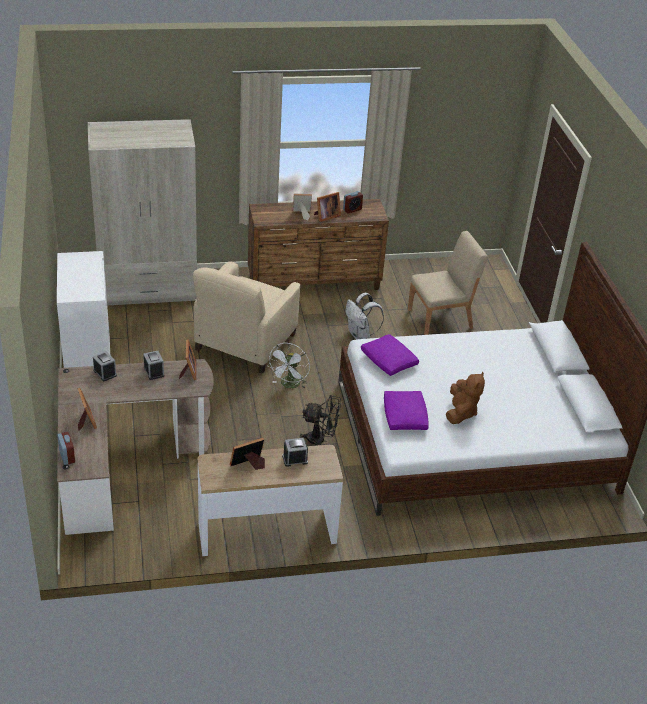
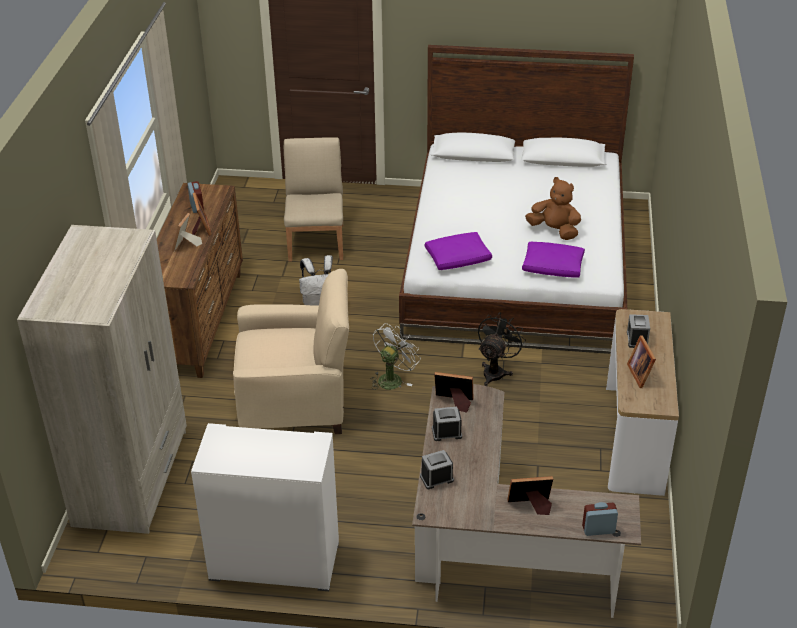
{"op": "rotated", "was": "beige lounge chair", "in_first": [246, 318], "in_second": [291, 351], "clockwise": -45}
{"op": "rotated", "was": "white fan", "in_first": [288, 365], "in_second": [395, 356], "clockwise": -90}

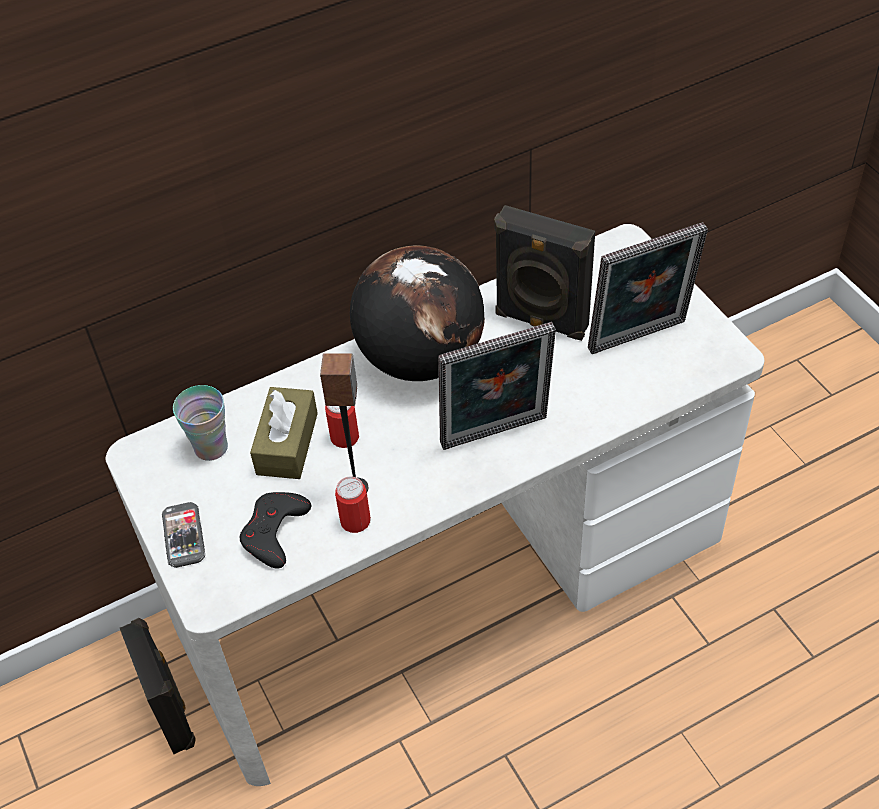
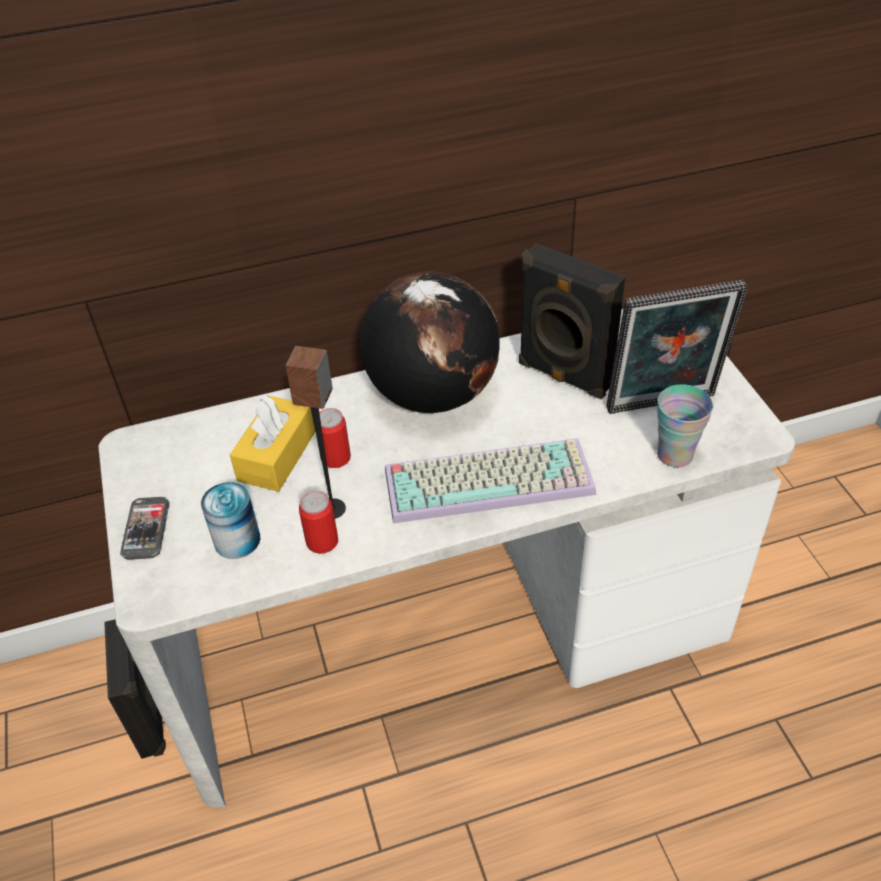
{"op": "shifted", "was": "cup", "in_first": [200, 423], "in_second": [685, 425]}
{"op": "swapped", "was": "black joypad", "now": "sealed can", "in_first": [275, 530], "in_second": [230, 520]}
{"op": "swapped", "was": "standing frame", "now": "PC keyboard", "in_first": [497, 386], "in_second": [490, 481]}
{"op": "repainted", "was": "brown-coloured tissue box", "now": "yellowish tissue box", "in_first": [284, 433], "in_second": [273, 443]}

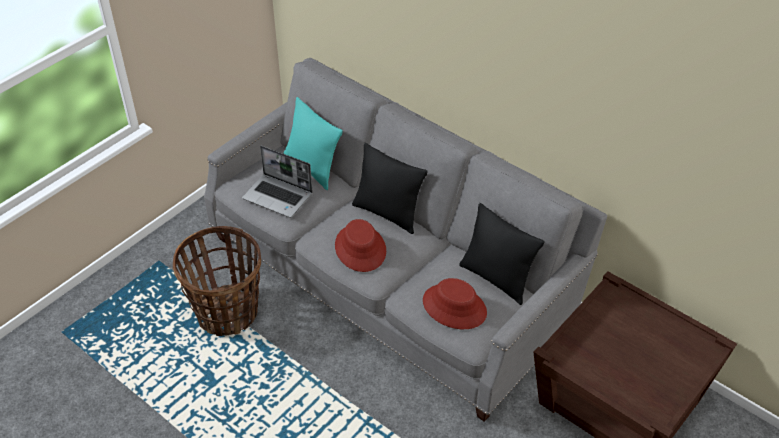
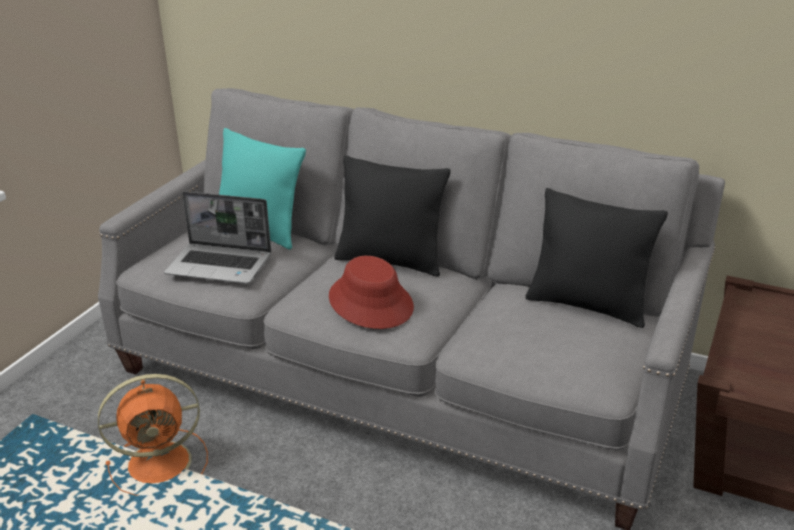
{"op": "gone", "was": "red hat", "in_first": [455, 303]}
{"op": "swapped", "was": "basket", "now": "orange fan", "in_first": [217, 281], "in_second": [153, 435]}

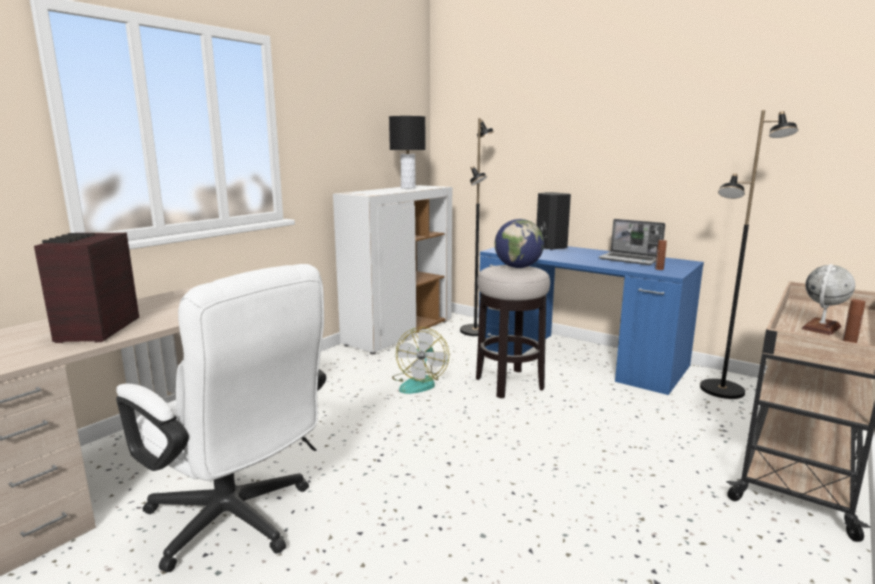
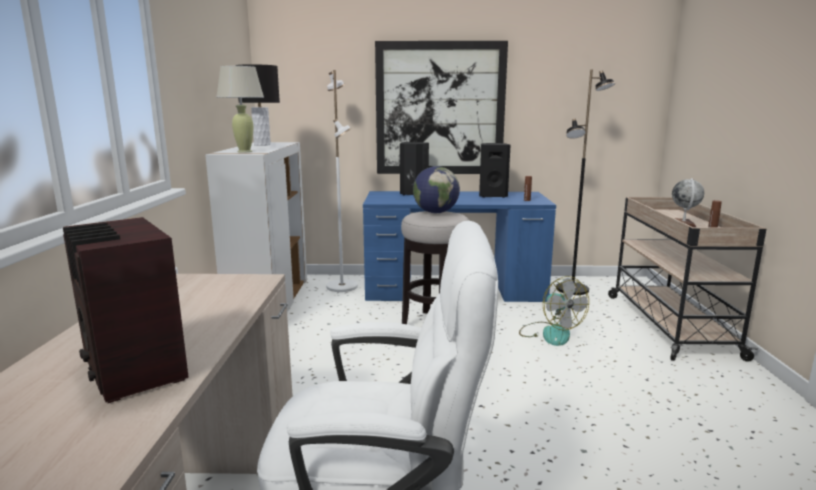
{"op": "new", "now": "beige lamp for a table", "in_second": [240, 109]}
{"op": "new", "now": "picture", "in_second": [441, 107]}
{"op": "shifted", "was": "fan", "in_first": [420, 360], "in_second": [554, 311]}
{"op": "swapped", "was": "laptop", "now": "black audio speaker", "in_first": [631, 242], "in_second": [494, 170]}
{"op": "repainted", "was": "black standard lamp", "now": "white standard lamp", "in_first": [477, 227], "in_second": [342, 181]}

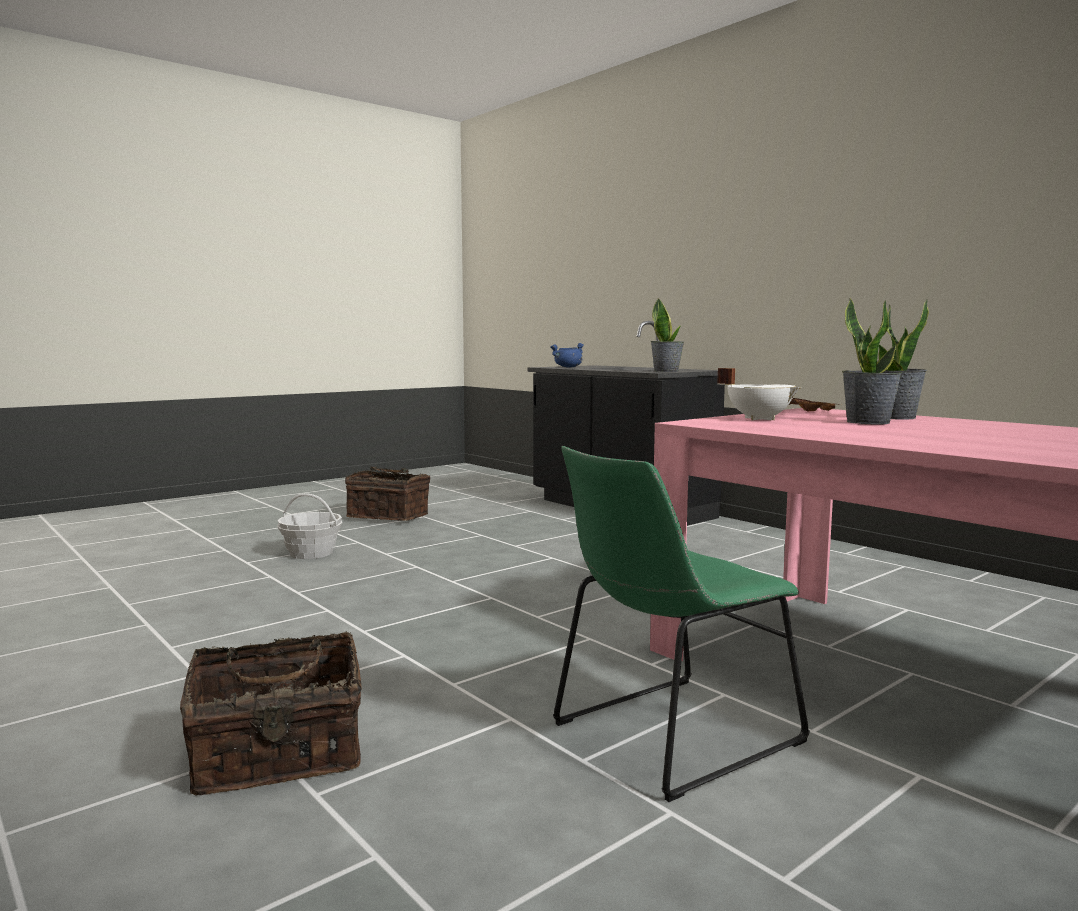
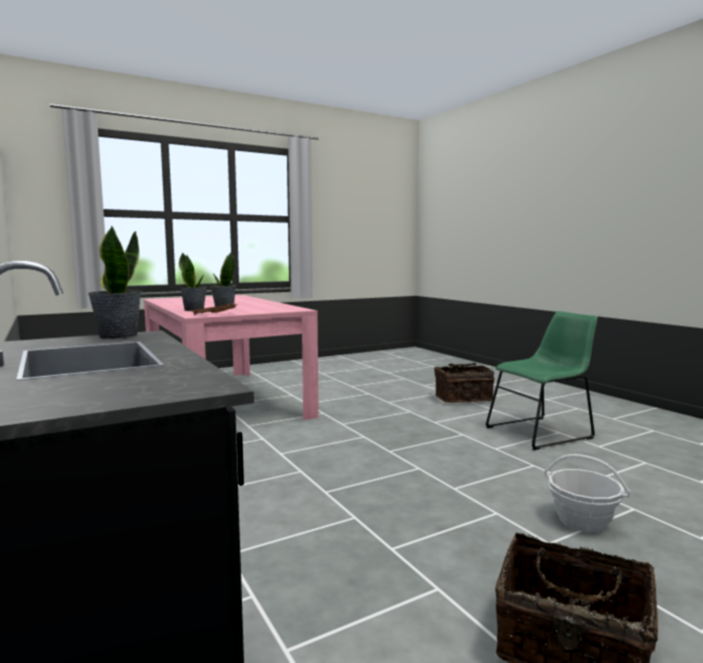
{"op": "gone", "was": "blue-coloured cooking pot", "in_first": [567, 355]}
{"op": "gone", "was": "white cooking pot", "in_first": [759, 394]}
{"op": "shifted", "was": "green-coloured upright chair", "in_first": [681, 624], "in_second": [542, 380]}

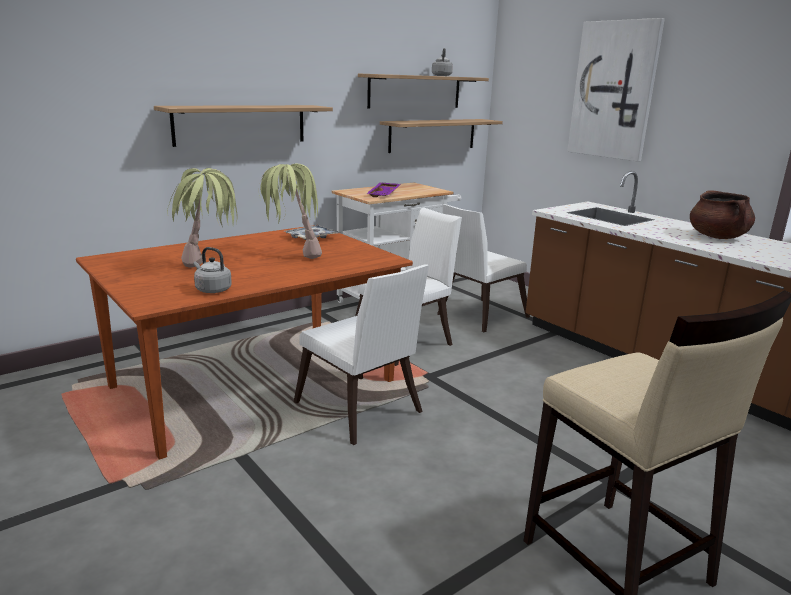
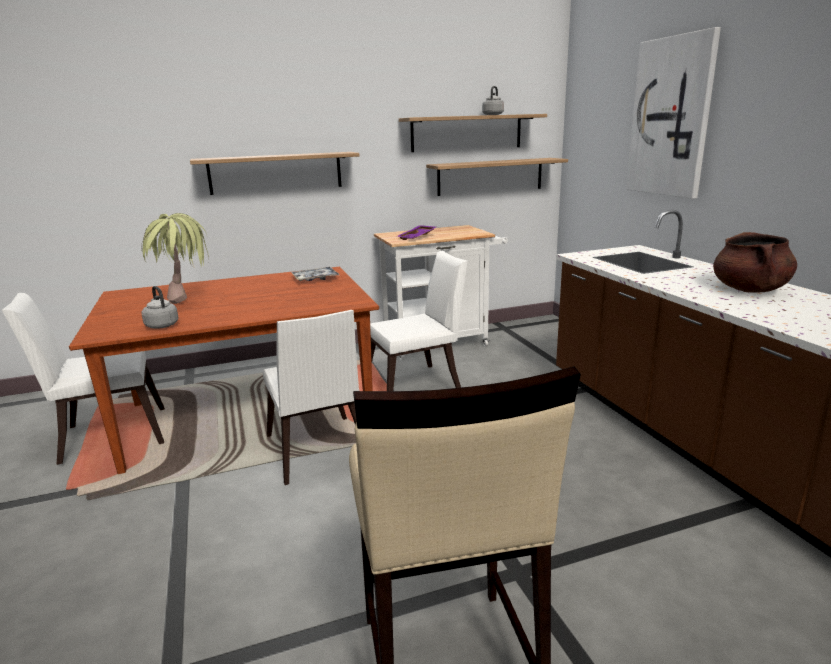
{"op": "gone", "was": "plant in a pot", "in_first": [290, 211]}
{"op": "shifted", "was": "white upright chair", "in_first": [483, 268], "in_second": [83, 379]}

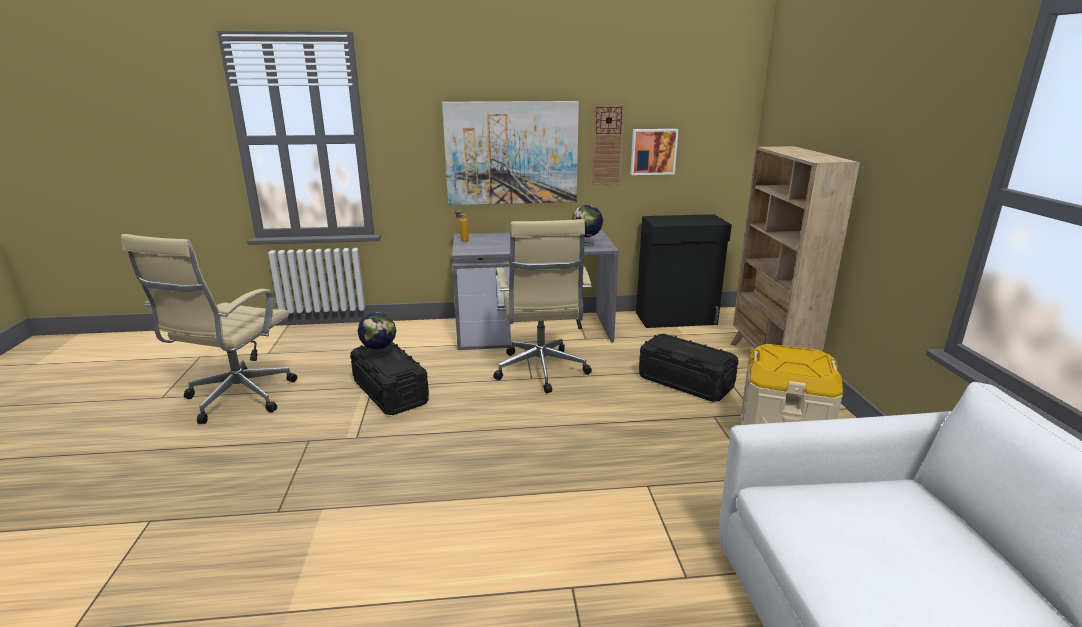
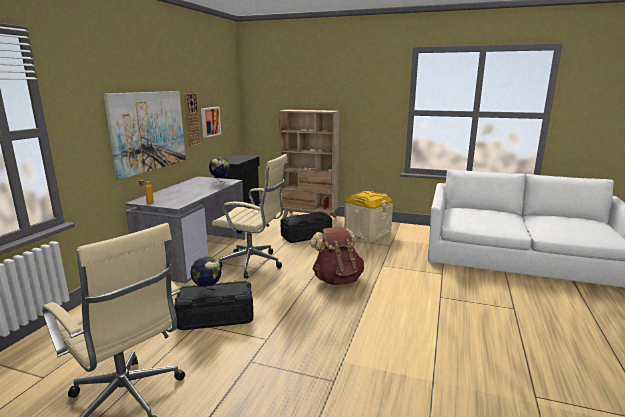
{"op": "new", "now": "brown-coloured backpack", "in_second": [337, 255]}

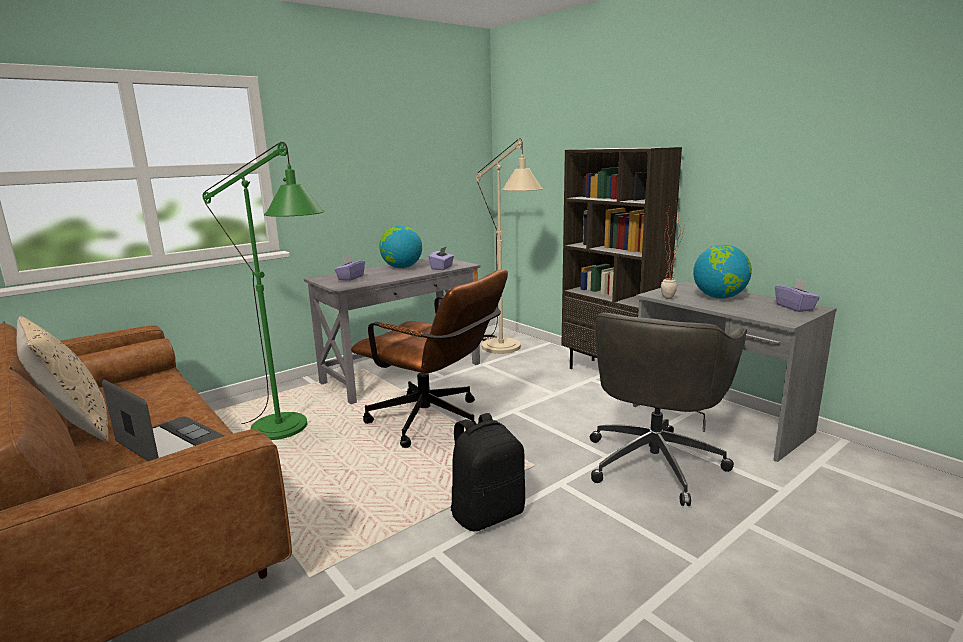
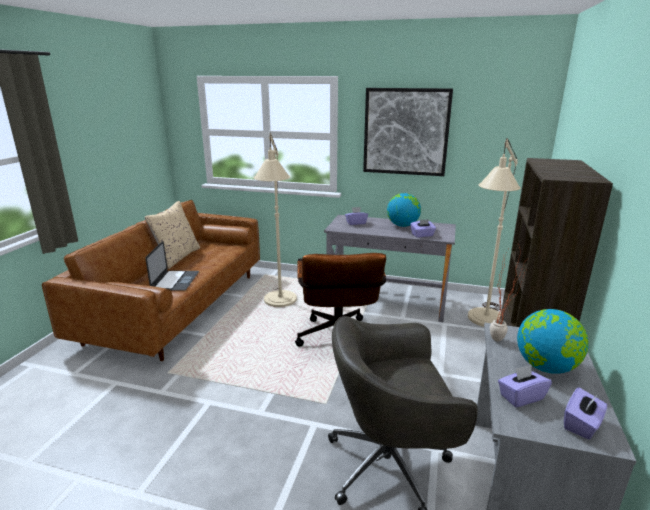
{"op": "gone", "was": "black backpack", "in_first": [488, 472]}
{"op": "new", "now": "picture", "in_second": [408, 132]}
{"op": "new", "now": "purple-coloured tissue box", "in_second": [525, 386]}
{"op": "repainted", "was": "green-coloured standard lamp", "now": "beige standard lamp", "in_first": [264, 291], "in_second": [275, 220]}

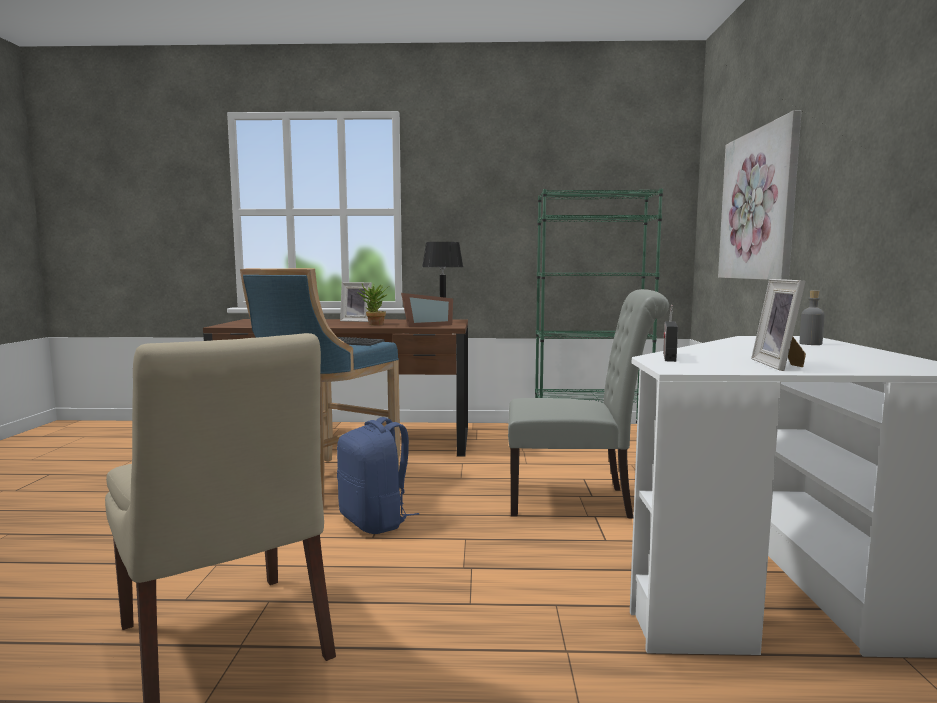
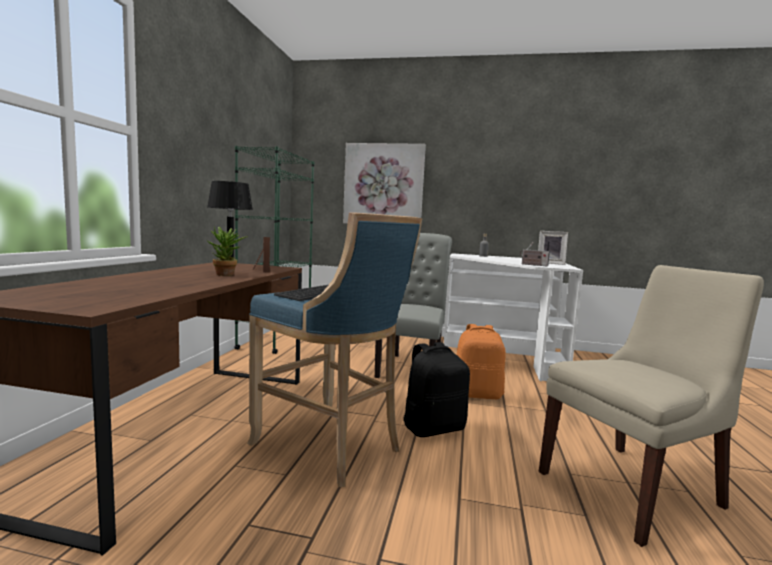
{"op": "gone", "was": "standing frame", "in_first": [356, 302]}
{"op": "new", "now": "orange backpack", "in_second": [481, 361]}
{"op": "repainted", "was": "blue-coloured backpack", "now": "black backpack", "in_first": [378, 475], "in_second": [436, 389]}

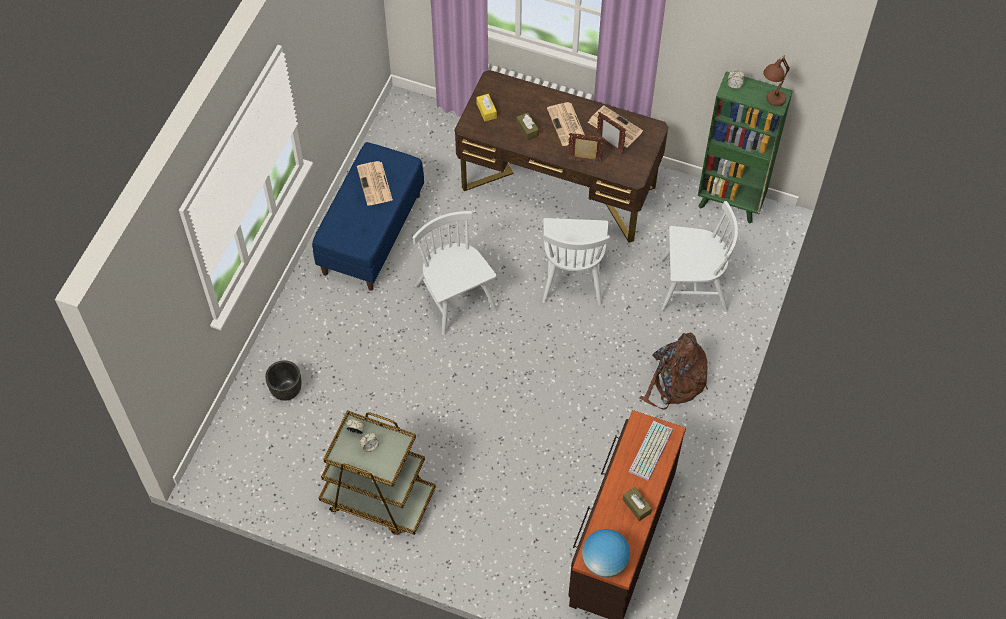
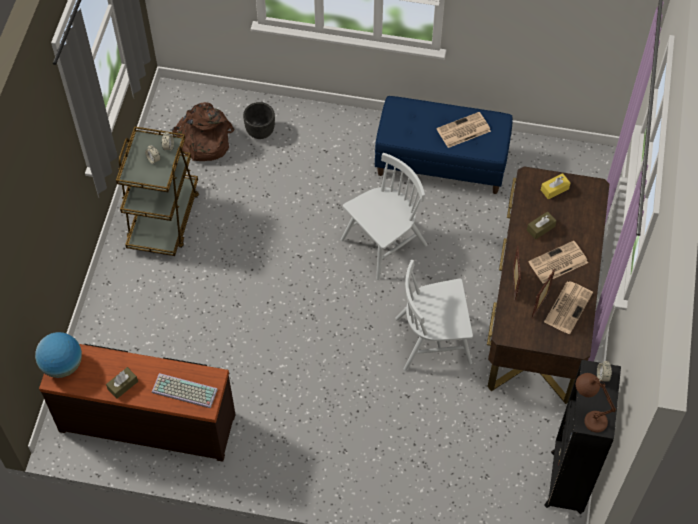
{"op": "gone", "was": "white upright chair", "in_first": [699, 256]}
{"op": "shifted", "was": "brown-coloured backpack", "in_first": [674, 371], "in_second": [203, 131]}
{"op": "repainted", "was": "green-coloured bookshelf", "now": "black bookshelf", "in_first": [745, 147], "in_second": [582, 437]}

